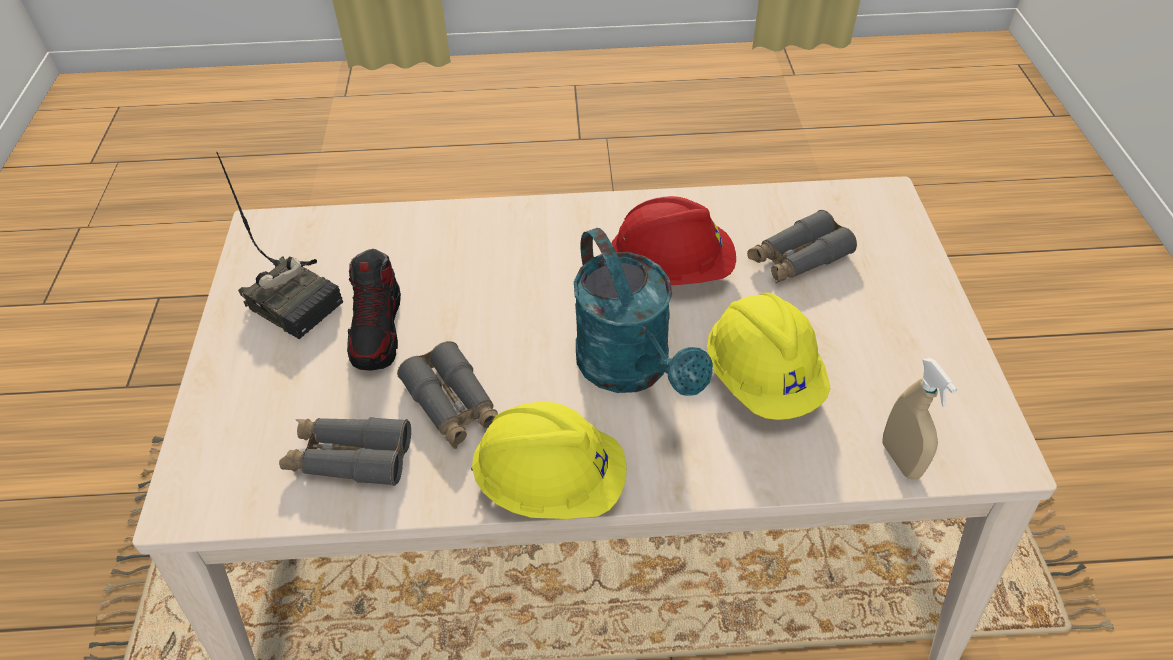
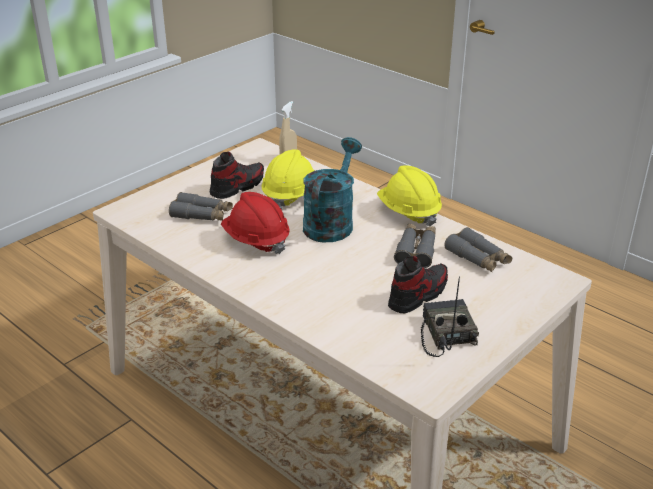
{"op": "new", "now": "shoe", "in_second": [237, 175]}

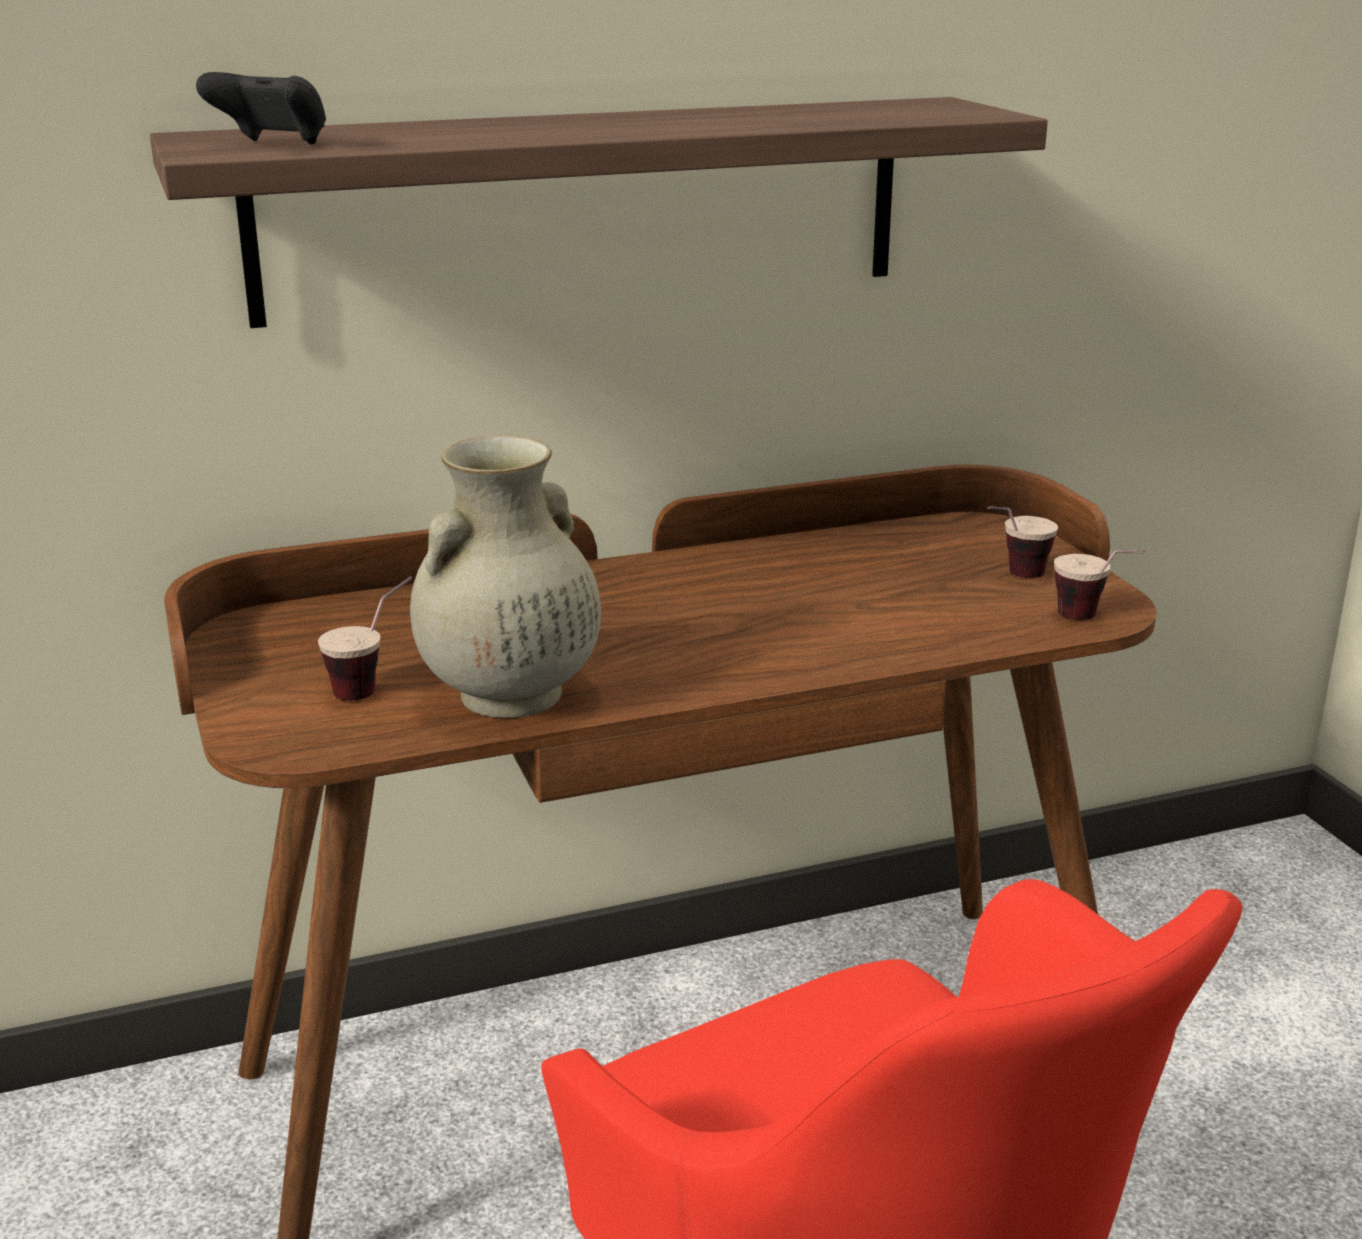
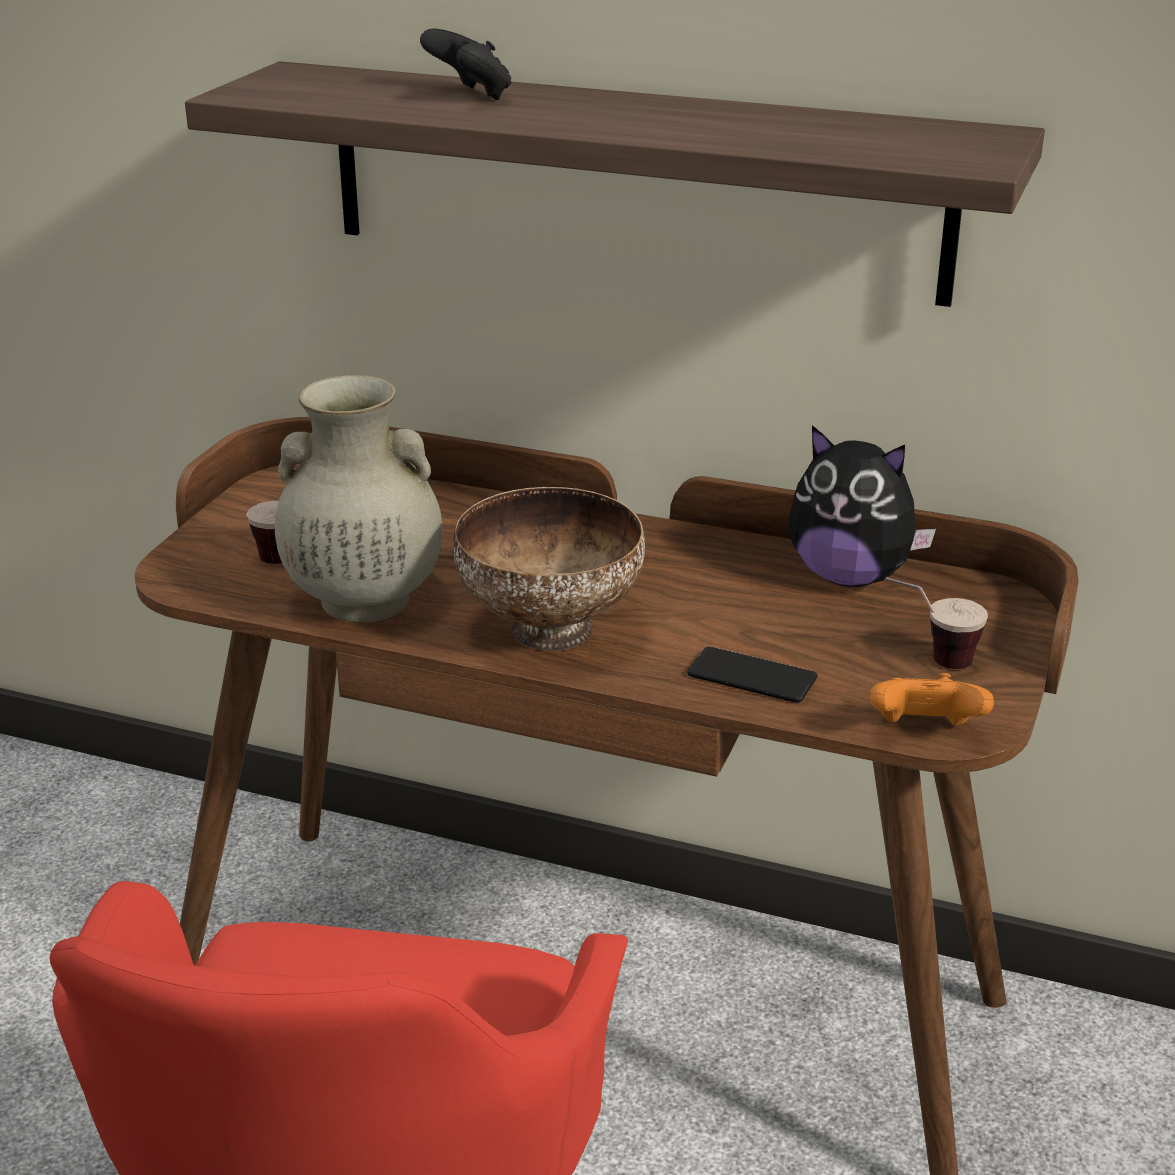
{"op": "new", "now": "bowl", "in_second": [549, 569]}
{"op": "new", "now": "telephone", "in_second": [752, 674]}
{"op": "new", "now": "soft toy", "in_second": [862, 506]}
{"op": "shifted", "was": "black joypad", "in_first": [261, 108], "in_second": [466, 64]}
{"op": "swapped", "was": "cup", "now": "orange joypad", "in_first": [1099, 585], "in_second": [932, 699]}

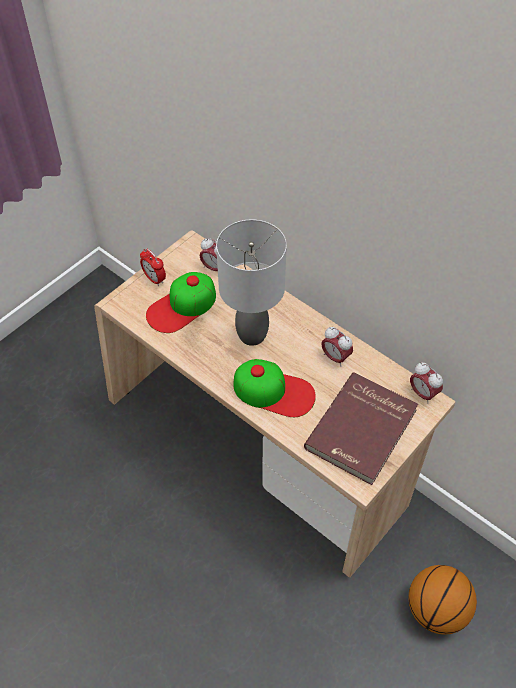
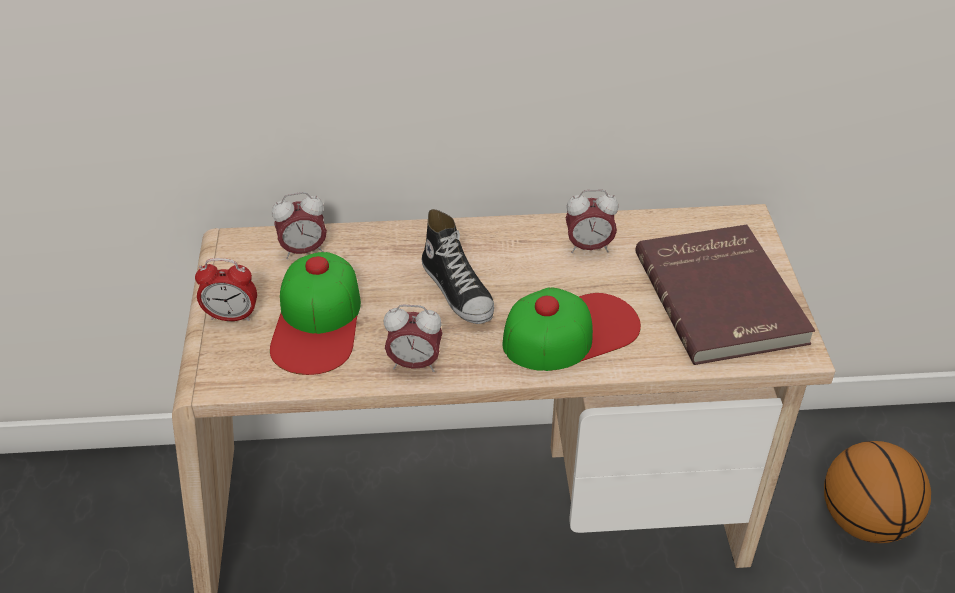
{"op": "shifted", "was": "alarm clock", "in_first": [426, 383], "in_second": [413, 338]}
{"op": "swapped", "was": "greyish lamp for a table", "now": "shoe", "in_first": [251, 283], "in_second": [458, 266]}

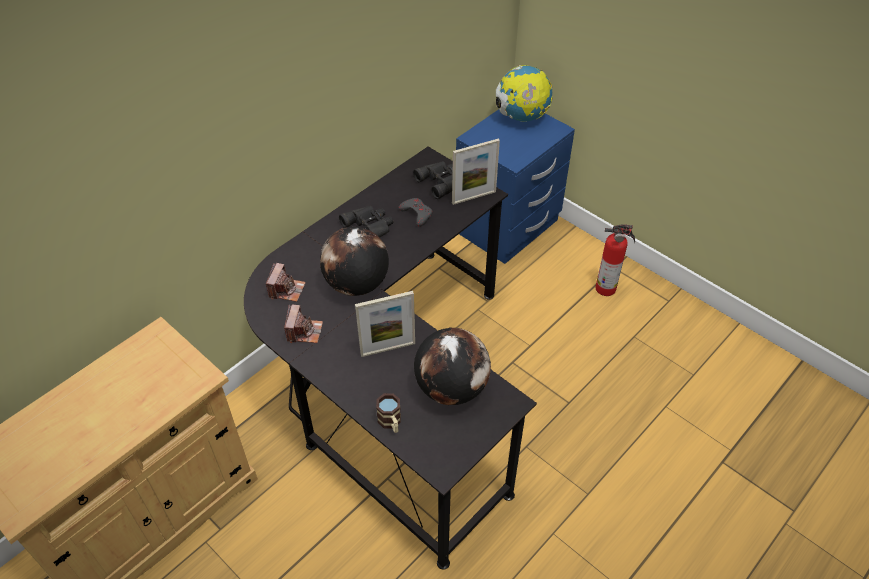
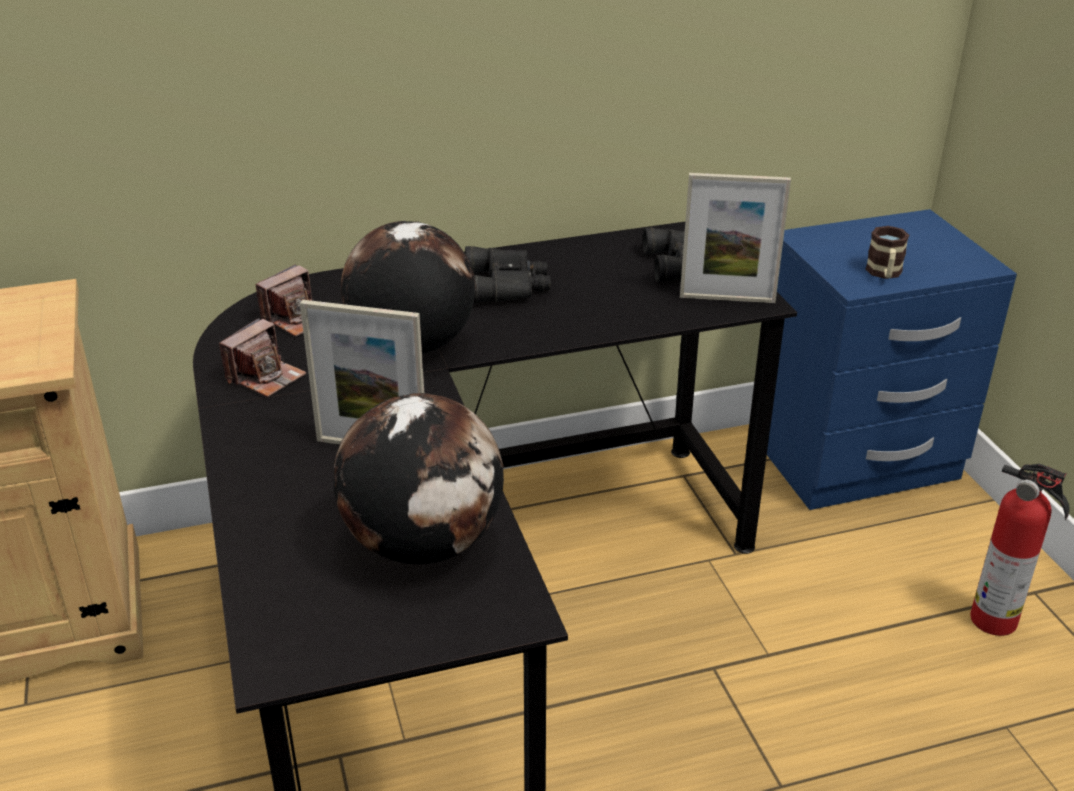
{"op": "gone", "was": "greyish joypad", "in_first": [415, 212]}
{"op": "gone", "was": "globe", "in_first": [524, 93]}
{"op": "shifted", "was": "mug", "in_first": [388, 413], "in_second": [887, 252]}

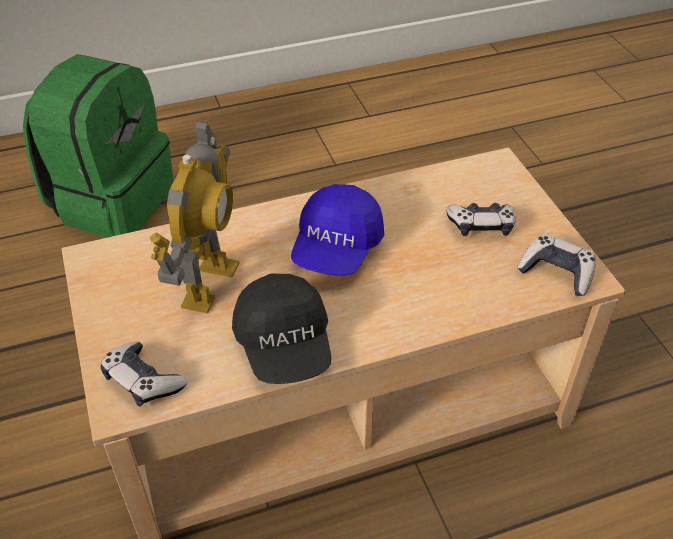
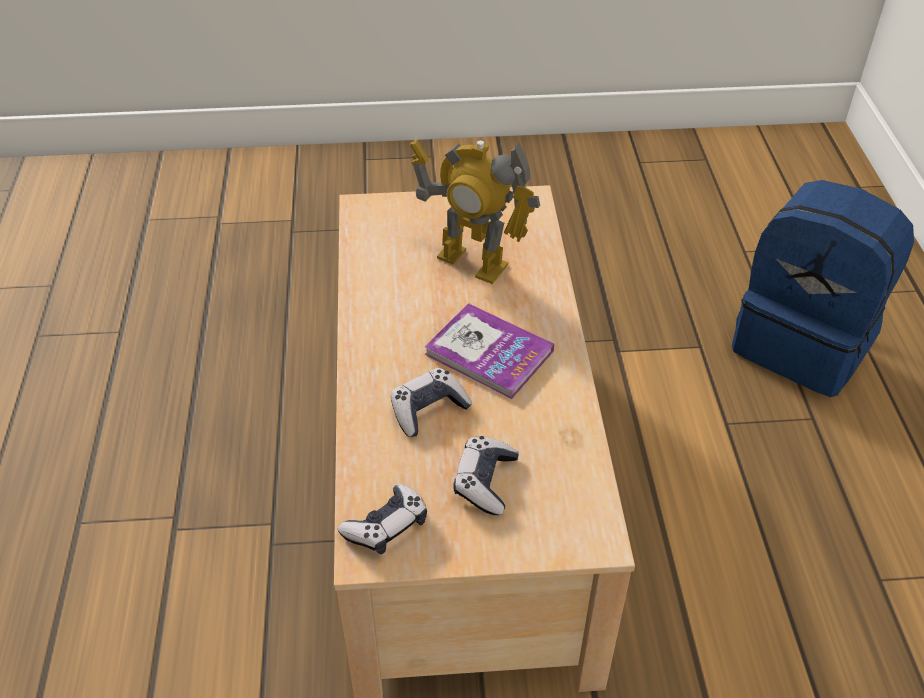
{"op": "gone", "was": "black cap", "in_first": [281, 328]}
{"op": "shifted", "was": "joypad", "in_first": [143, 374], "in_second": [431, 402]}
{"op": "swapped", "was": "blue-coloured cap", "now": "book", "in_first": [337, 230], "in_second": [489, 351]}
{"op": "repainted", "was": "green-coloured backpack", "now": "blue-coloured backpack", "in_first": [98, 146], "in_second": [823, 288]}

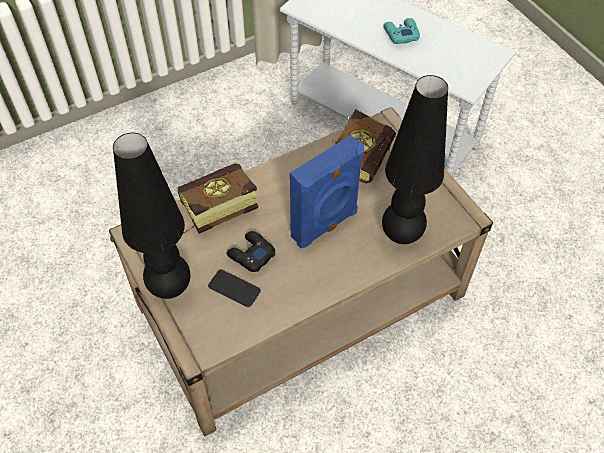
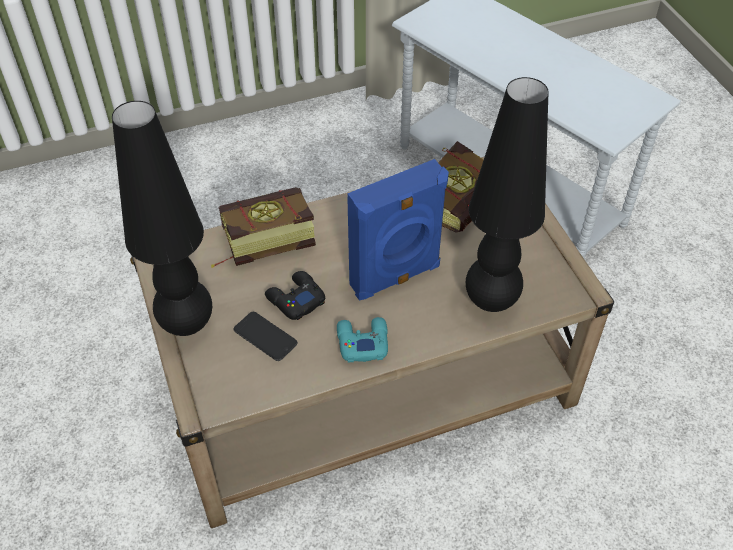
{"op": "shifted", "was": "blue-green joypad", "in_first": [402, 31], "in_second": [362, 340]}

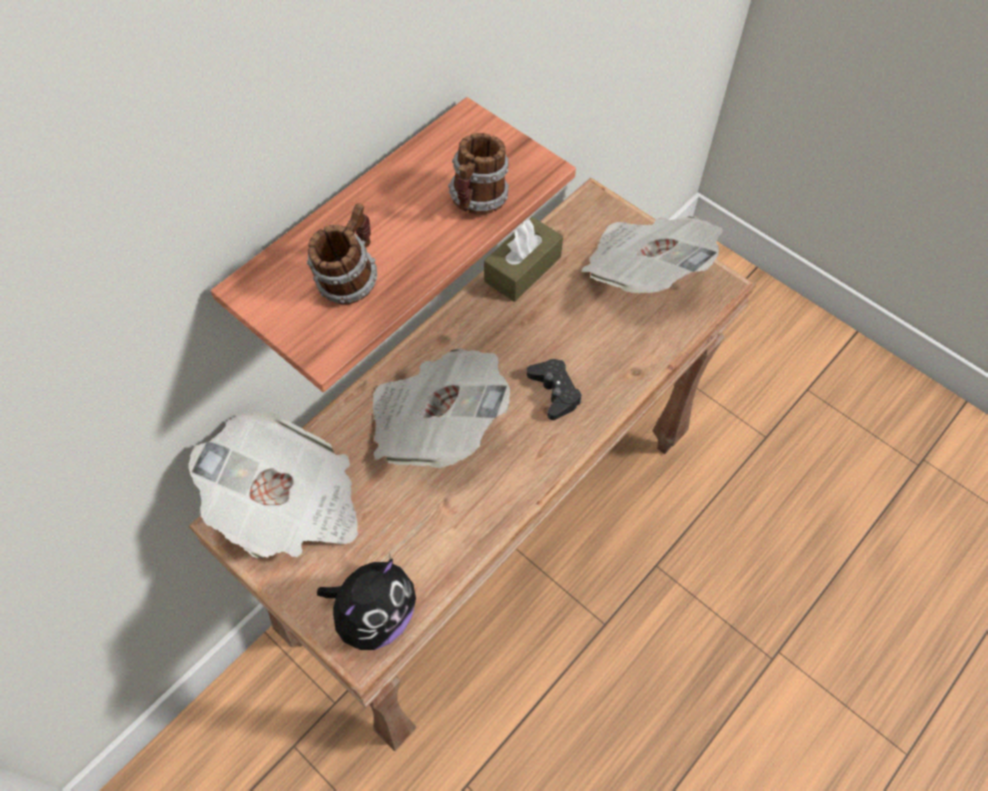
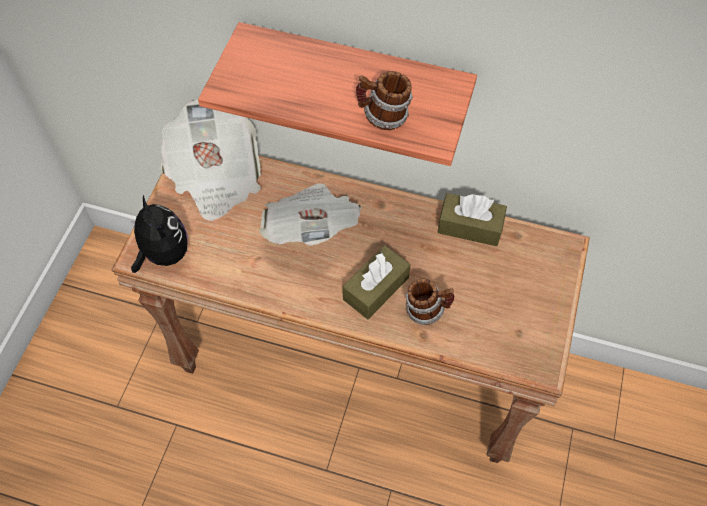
{"op": "gone", "was": "newspaper", "in_first": [652, 254]}
{"op": "shifted", "was": "mug", "in_first": [342, 253], "in_second": [429, 302]}
{"op": "swapped", "was": "black joypad", "now": "brown-coloured tissue box", "in_first": [554, 389], "in_second": [377, 282]}
{"op": "rotated", "was": "soft toy", "in_first": [366, 603], "in_second": [159, 234], "clockwise": -135}

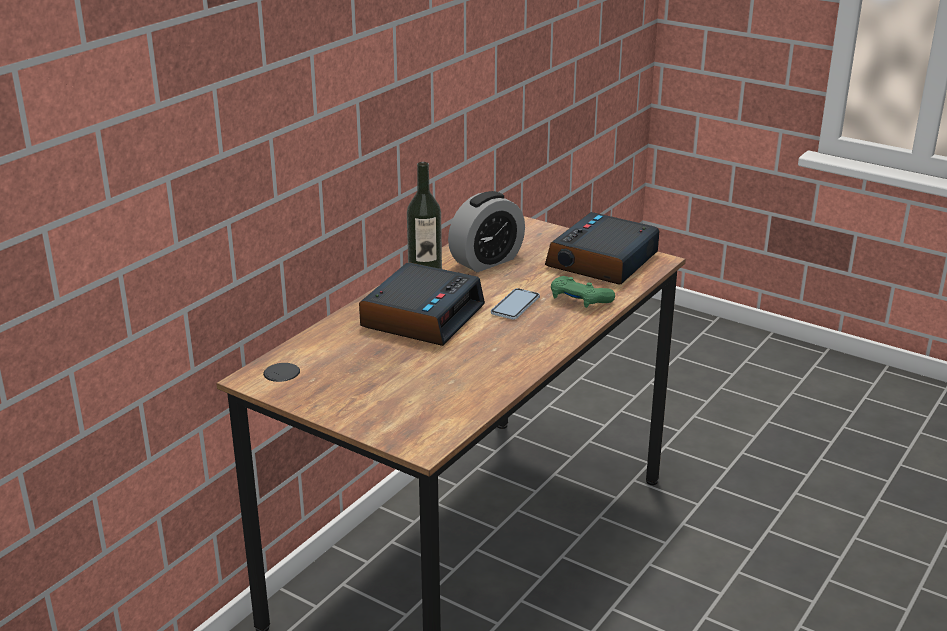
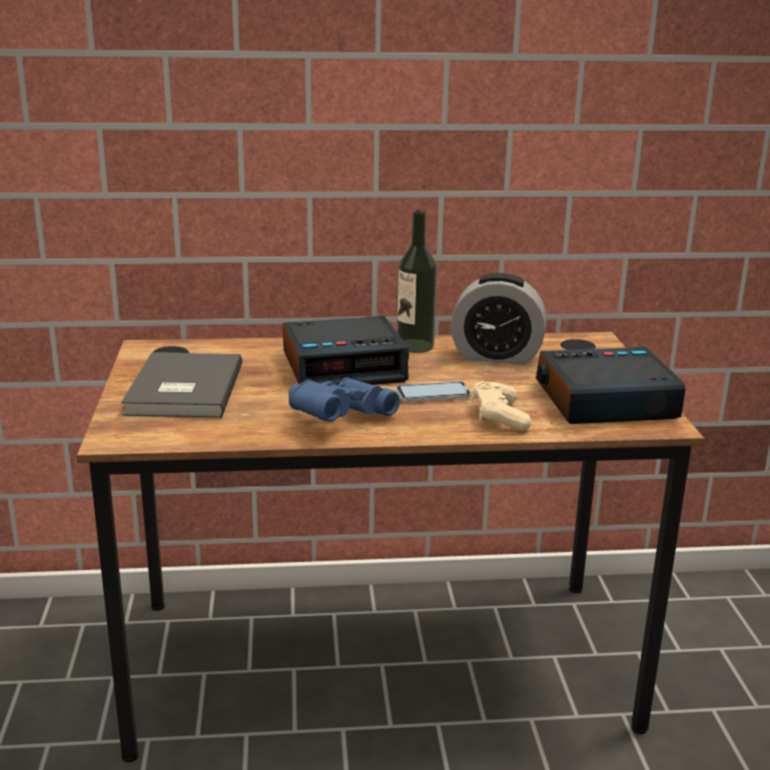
{"op": "new", "now": "greyish book", "in_second": [182, 385]}
{"op": "new", "now": "blue-coloured pair of binoculars", "in_second": [344, 399]}
{"op": "repainted", "was": "green-coloured joypad", "now": "beige joypad", "in_first": [583, 292], "in_second": [501, 406]}

